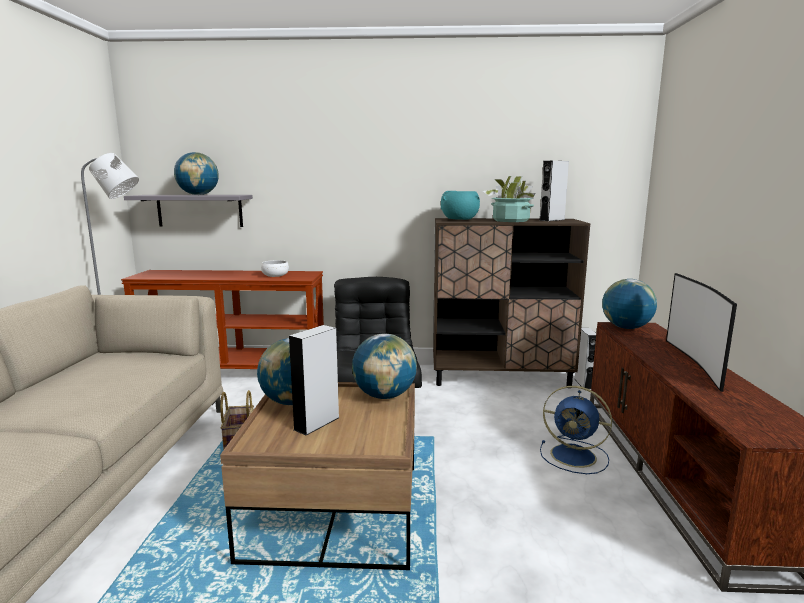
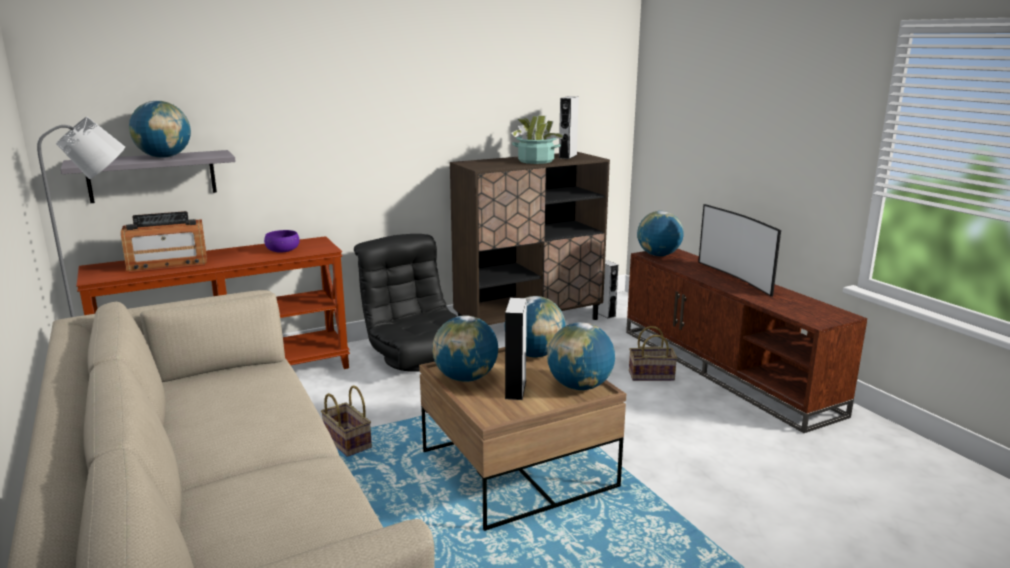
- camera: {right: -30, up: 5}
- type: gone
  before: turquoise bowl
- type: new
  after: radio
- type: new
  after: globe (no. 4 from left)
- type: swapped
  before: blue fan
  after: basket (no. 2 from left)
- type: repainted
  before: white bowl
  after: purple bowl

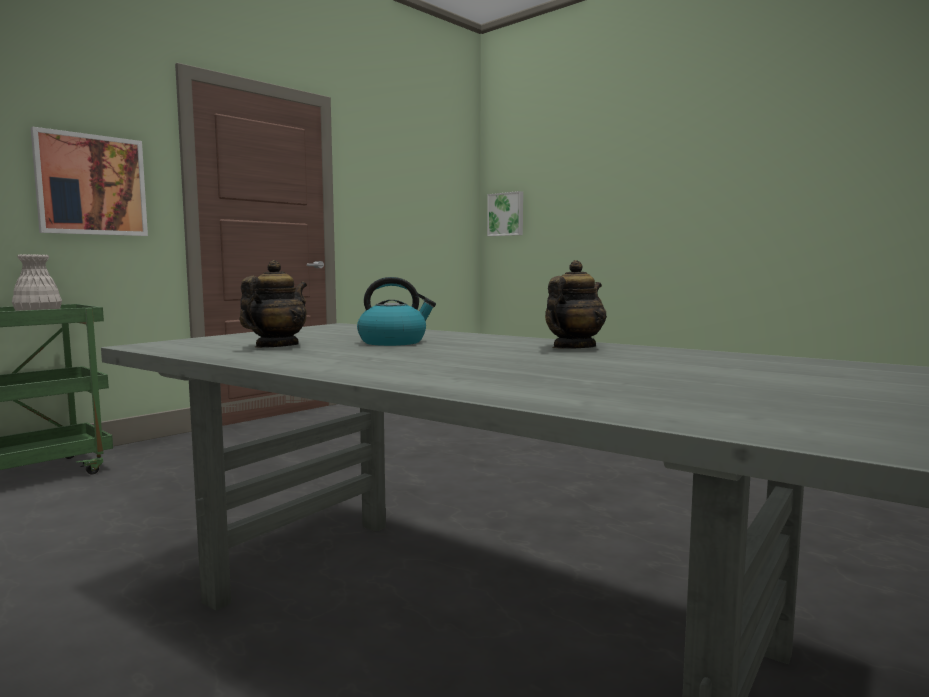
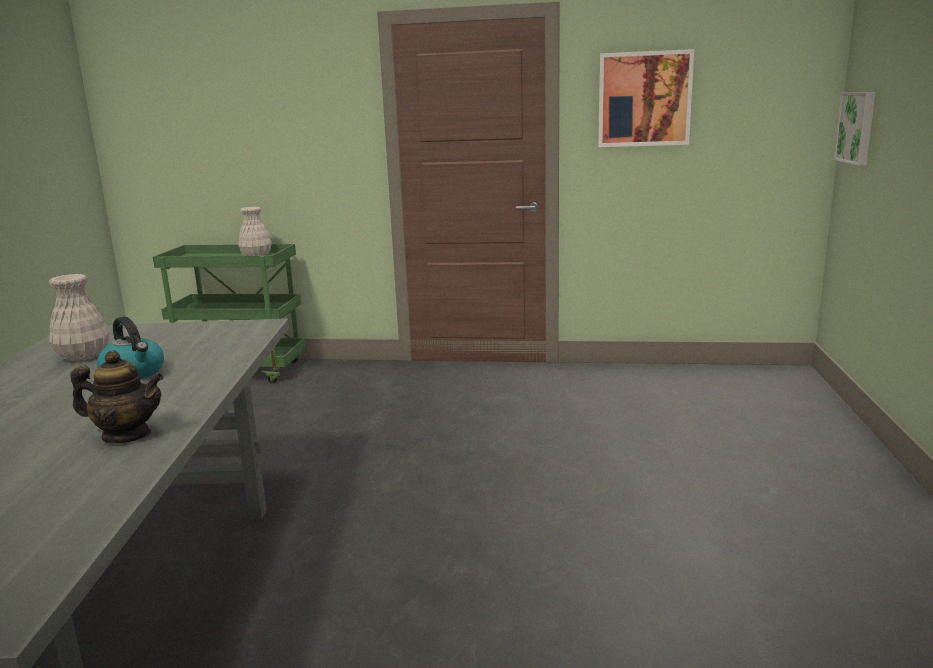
- camera: {right: 55, up: 10}
- type: shifted
  before: picture (no. 1 from left)
- type: swapped
  before: teapot (no. 1 from left)
  after: white vase (no. 1 from left)

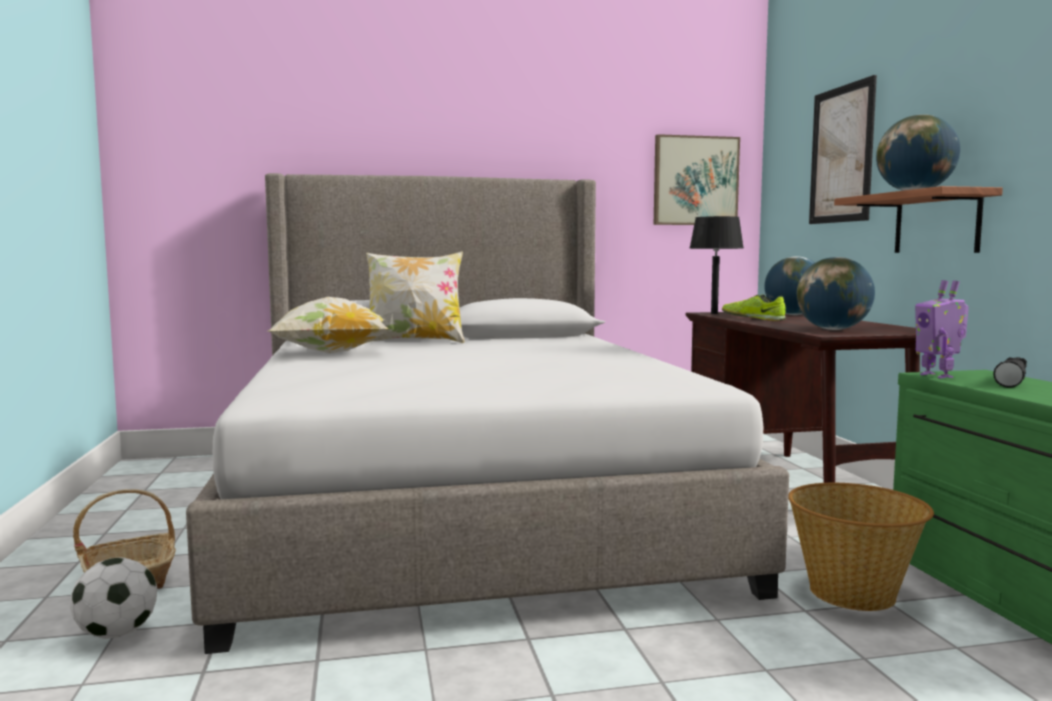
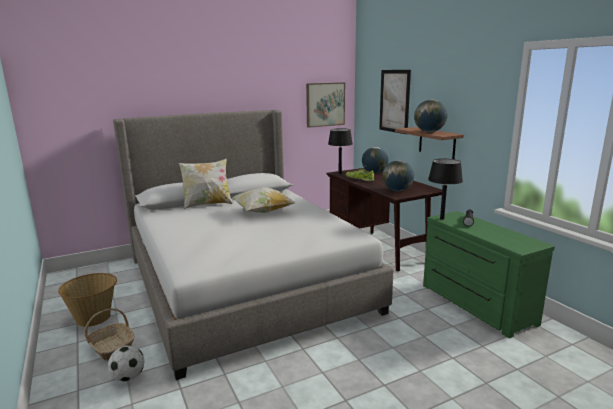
- camera: {right: -15, up: 10}
- type: shifted
  before: pillow (no. 1 from left in the first image)
  after: pillow (no. 2 from left)
- type: shifted
  before: basket (no. 2 from left in the first image)
  after: basket (no. 1 from left)
- type: swapped
  before: toy robot
  after: black table lamp (no. 2 from left)

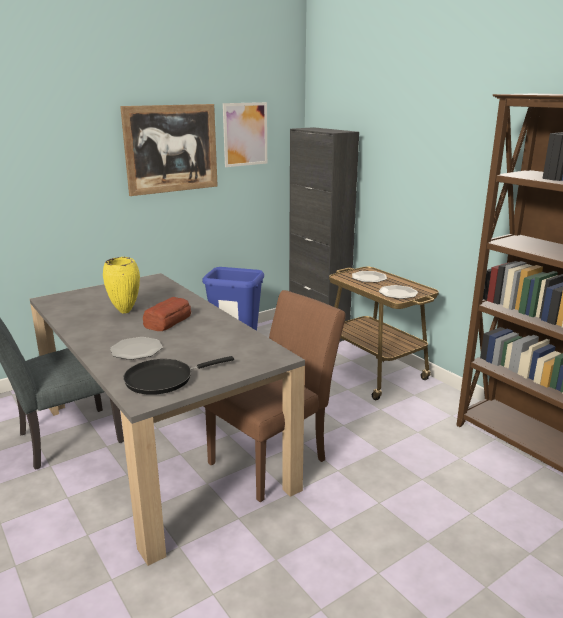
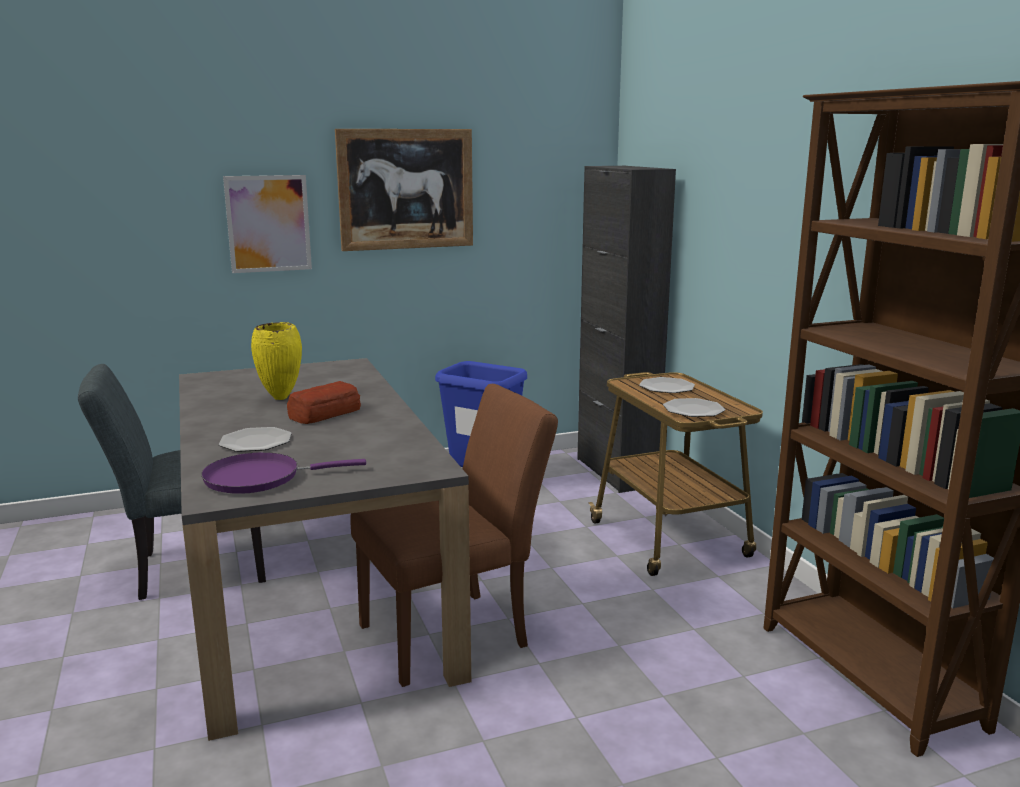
- camera: {right: 15, up: -5}
- type: shifted
  before: picture (no. 2 from left in the first image)
  after: picture (no. 1 from left)
- type: repainted
  before: black frying pan
  after: purple frying pan

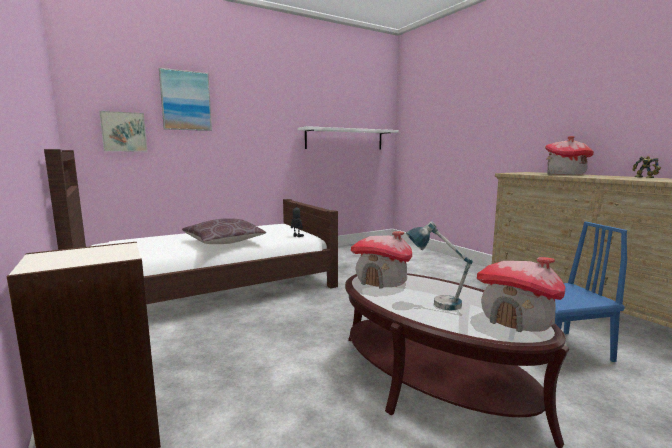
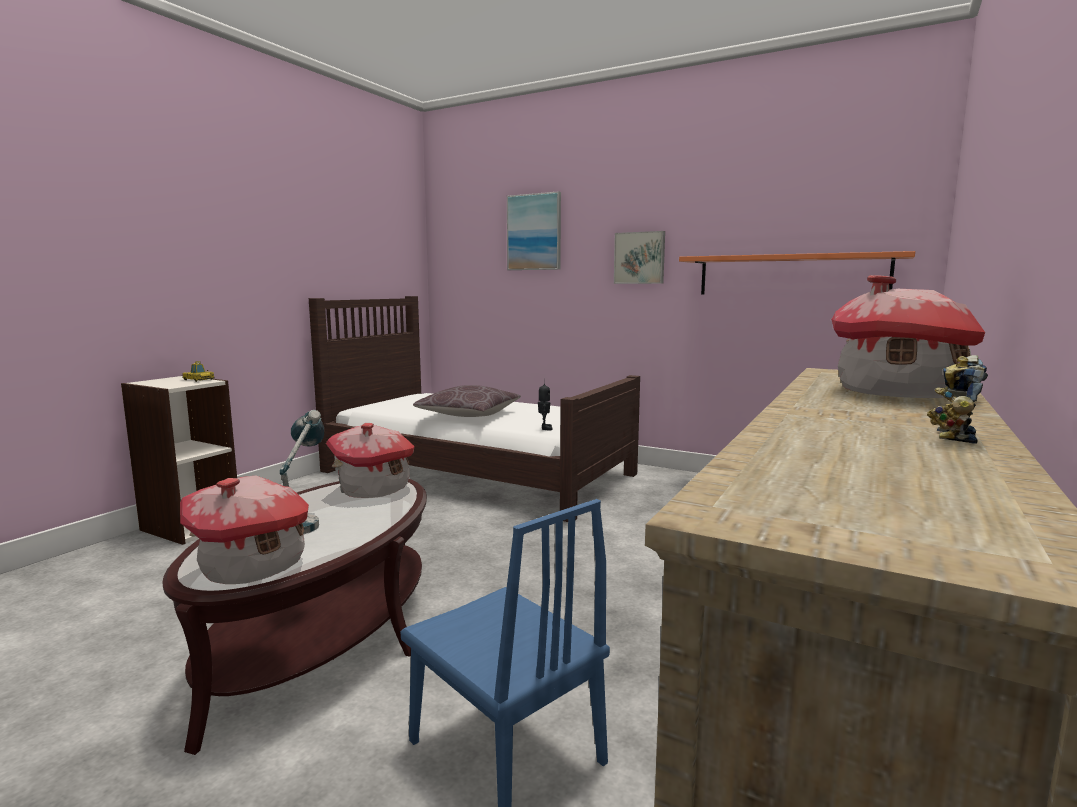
- camera: {right: 60, up: 0}
- type: new
  after: toy car
- type: shifted
  before: picture (no. 1 from left in the first image)
  after: picture (no. 2 from left)
- type: repainted
  before: white shelf
  after: orange shelf

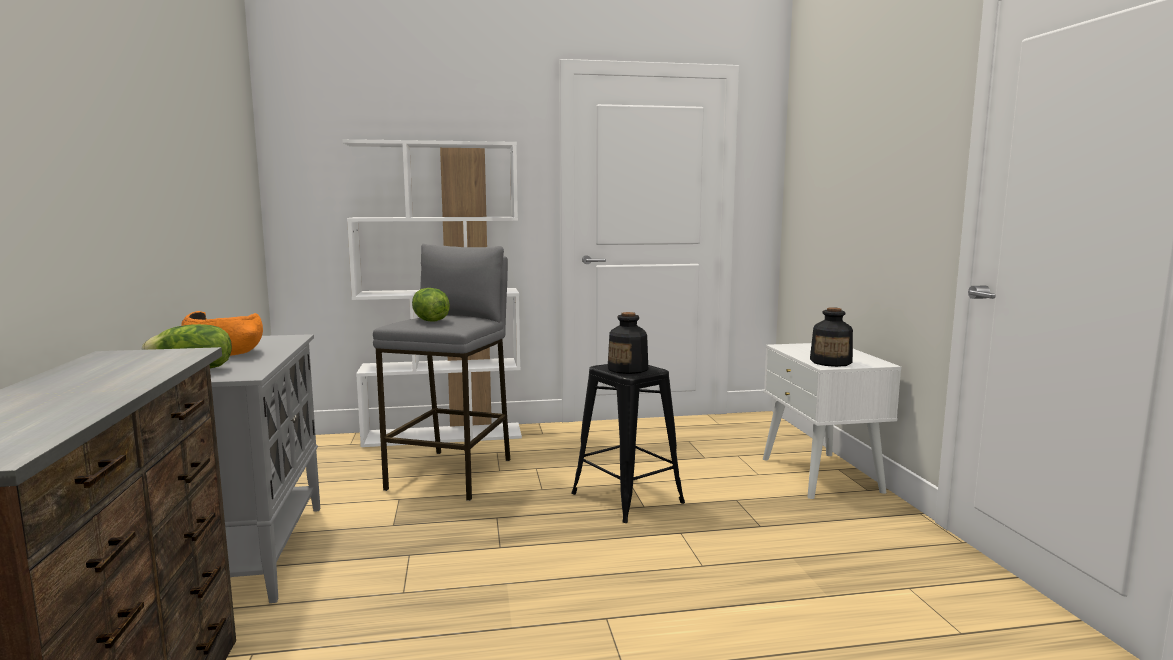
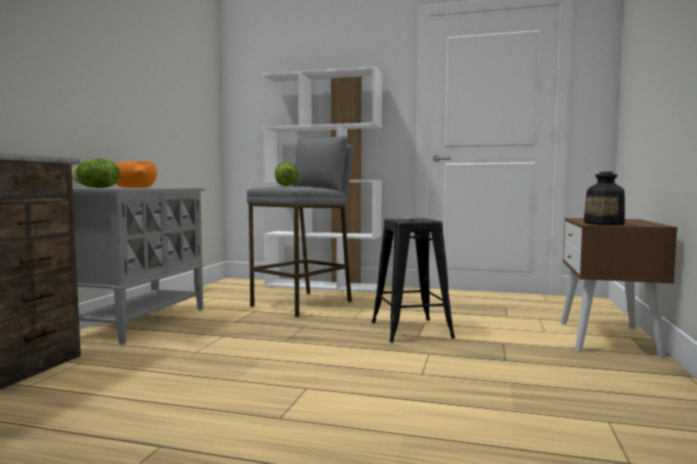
- camera: {right: 25, up: -5}
- type: gone
  before: bottle (no. 1 from left)
- type: repainted
  before: white nightstand
  after: brown nightstand

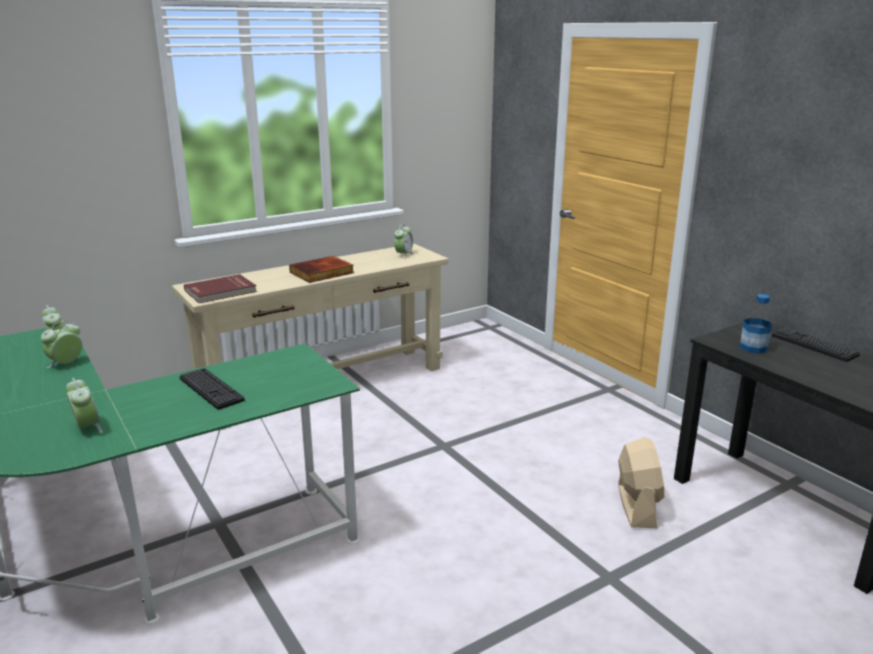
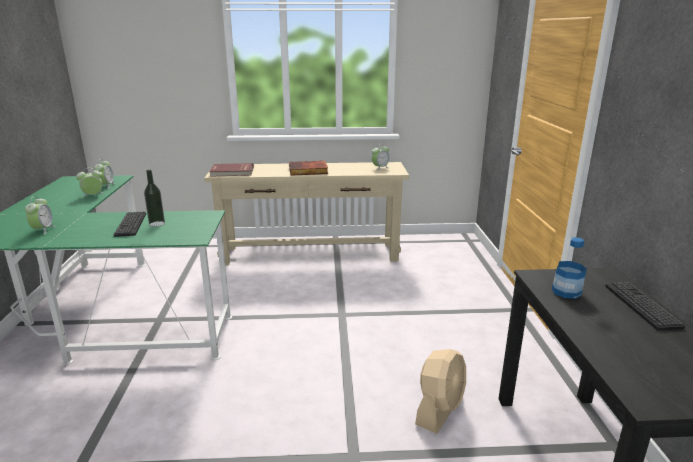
- camera: {right: 30, up: 0}
- type: new
  after: bottle (no. 1 from left)

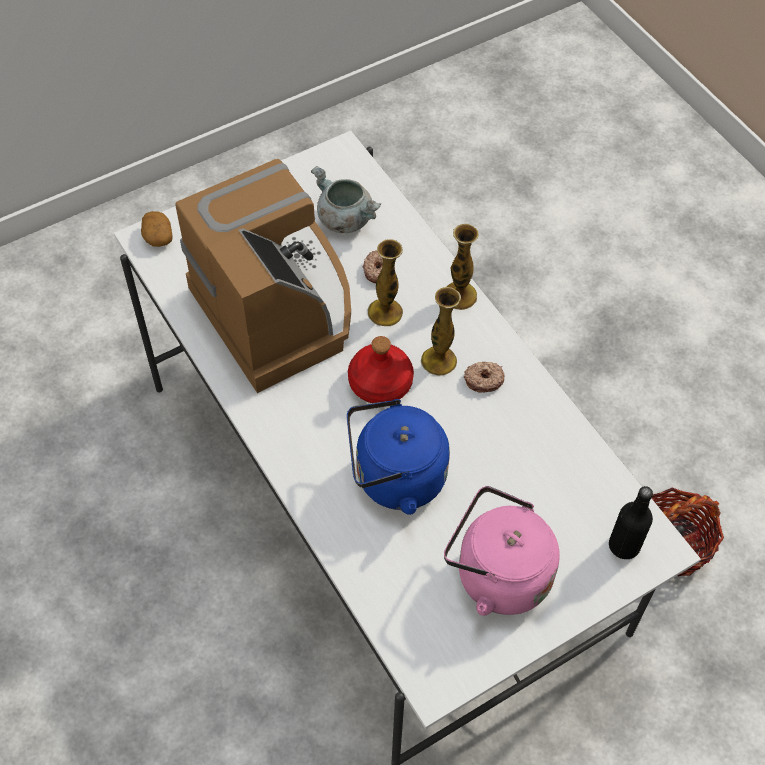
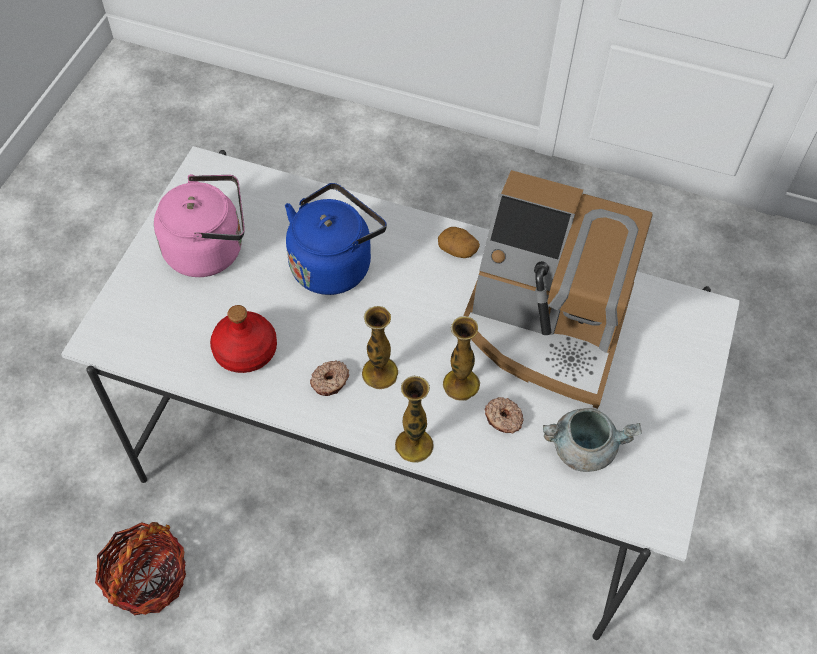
- camera: {right: 140, up: 0}
- type: gone
  before: black bottle
- type: shifted
  before: potato
- type: shifted
  before: red bottle

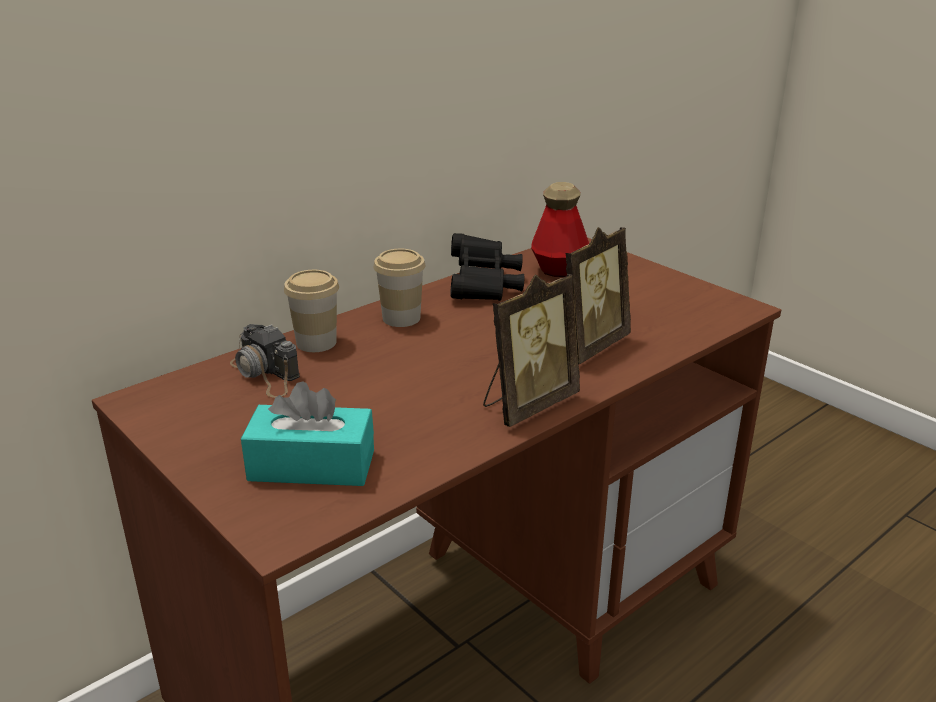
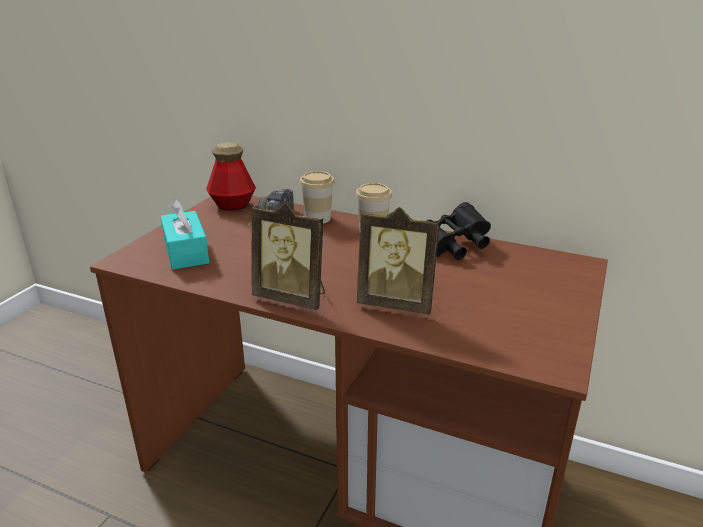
- camera: {right: 65, up: 0}
- type: shifted
  before: bottle

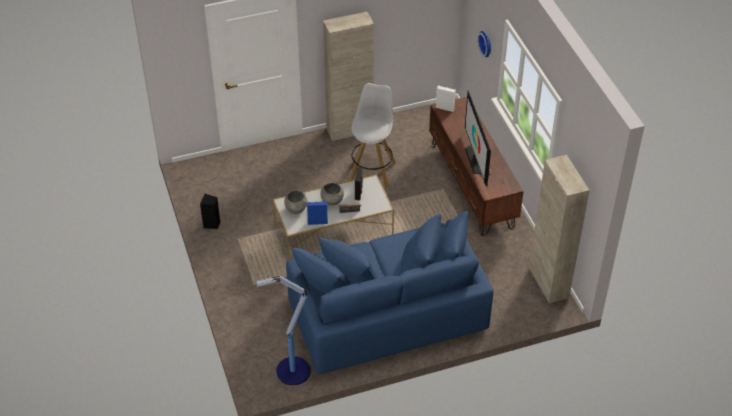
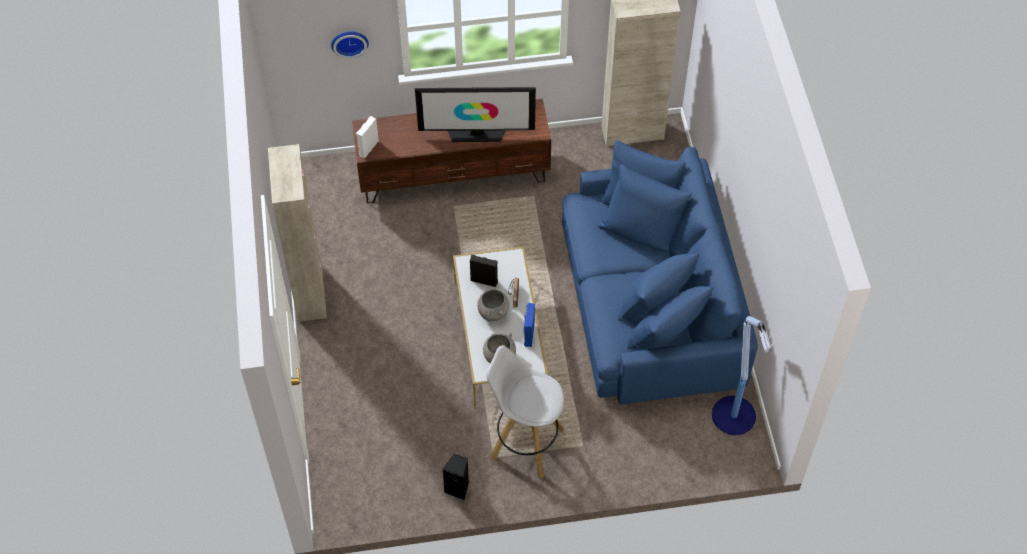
- camera: {right: -80, up: 10}
- type: shifted
  before: white stool

